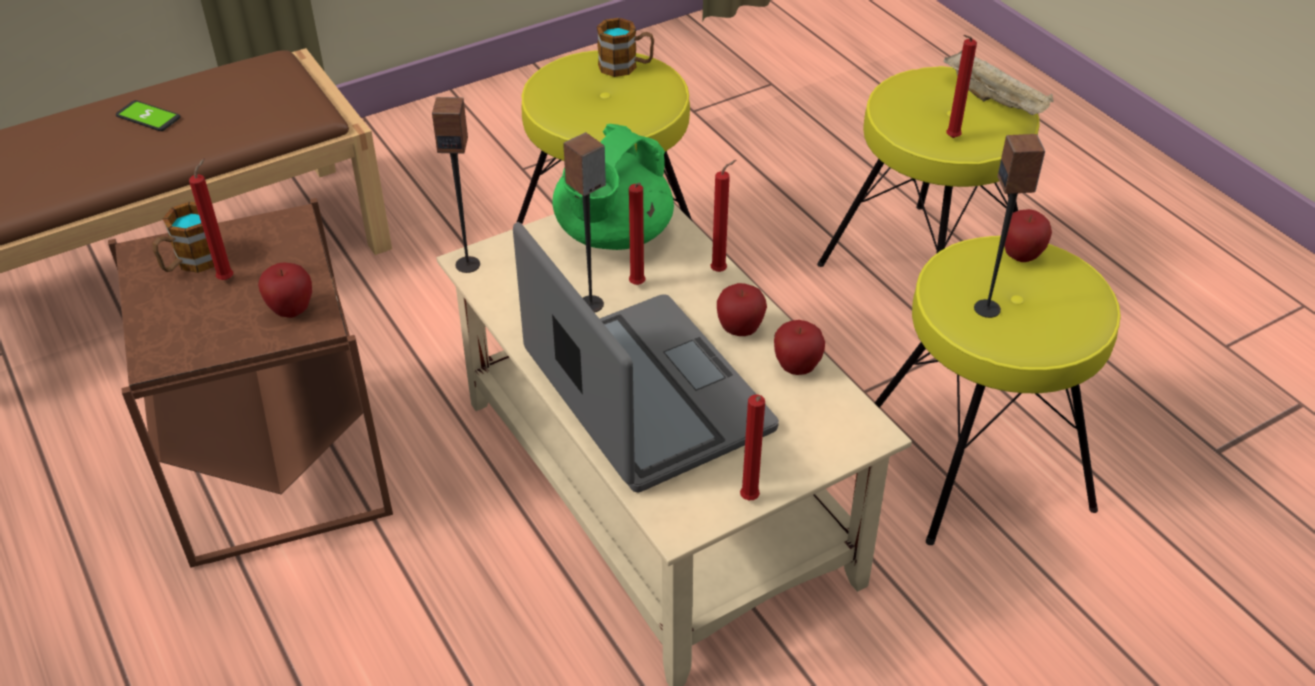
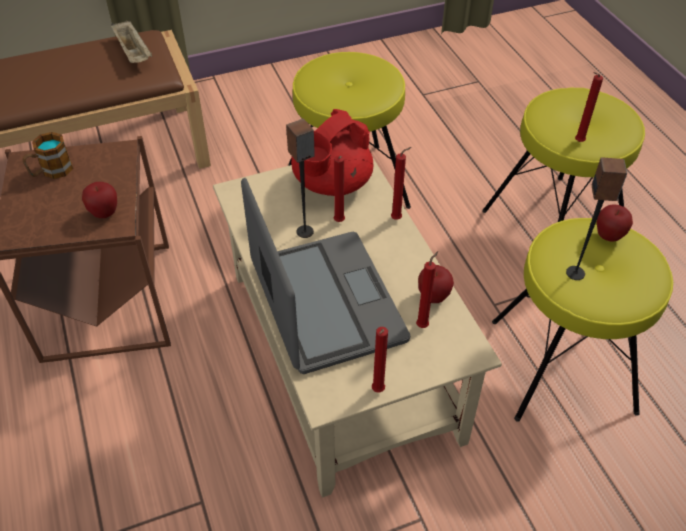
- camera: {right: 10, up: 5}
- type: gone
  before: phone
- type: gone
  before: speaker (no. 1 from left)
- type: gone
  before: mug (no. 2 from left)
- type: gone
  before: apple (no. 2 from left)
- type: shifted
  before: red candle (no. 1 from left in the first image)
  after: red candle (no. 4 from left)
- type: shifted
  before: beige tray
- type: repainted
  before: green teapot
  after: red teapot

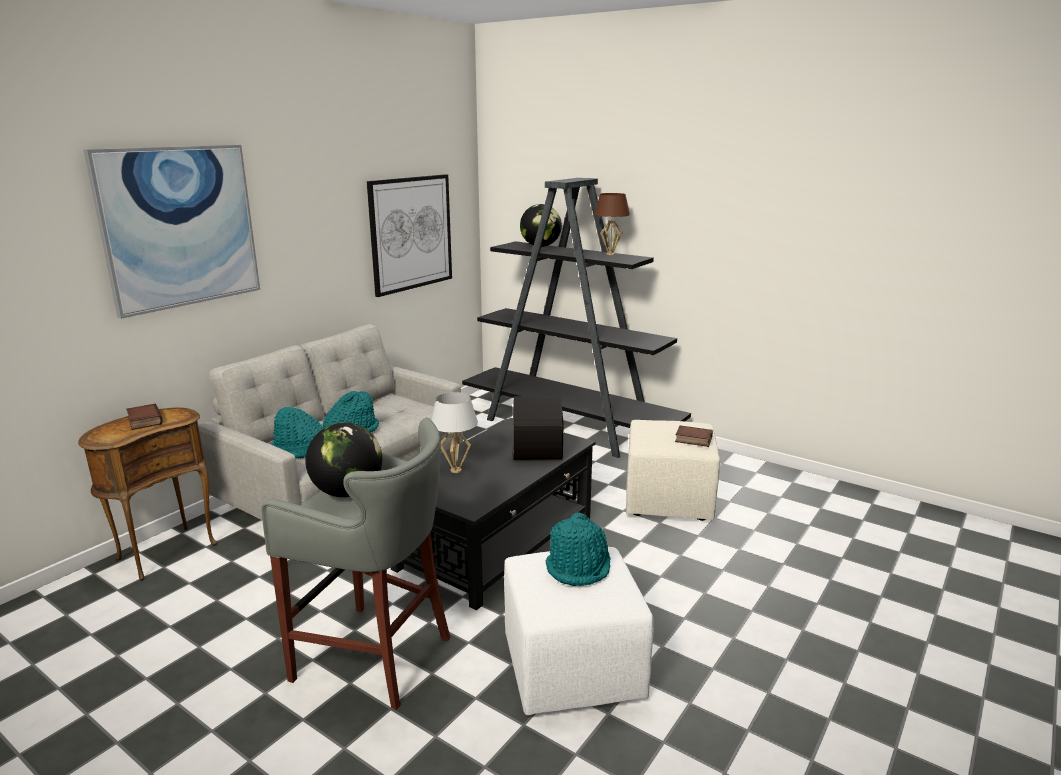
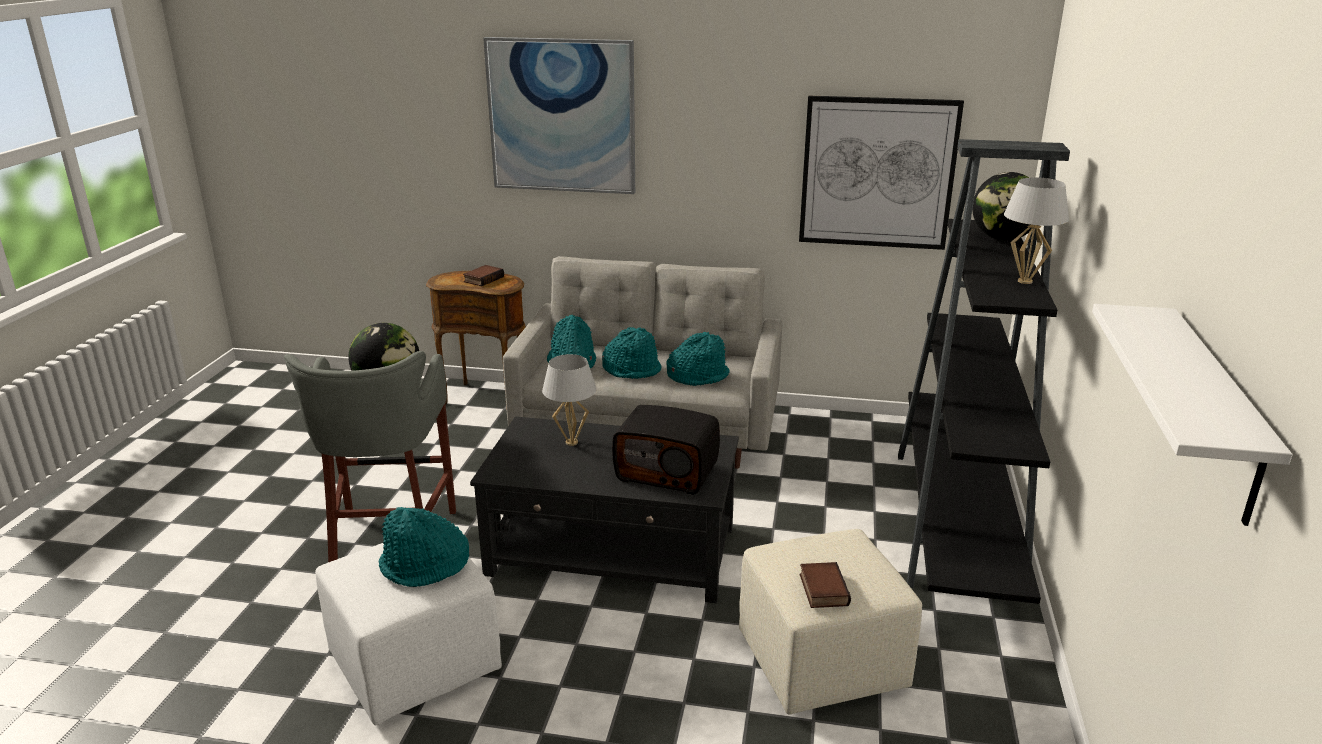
- camera: {right: 65, up: 5}
- type: new
  after: turquoise hat (no. 4 from left)
- type: new
  after: white shelf
- type: repainted
  before: brown table lamp
  after: white table lamp (no. 2 from left)
- type: rotated
  before: radio
  turn: 45

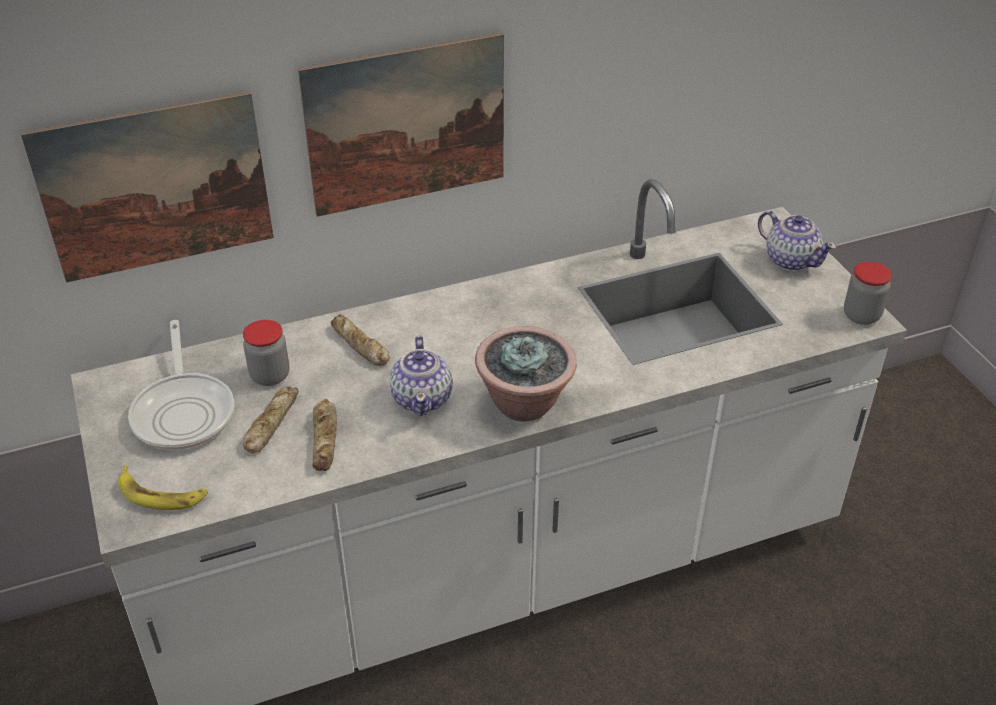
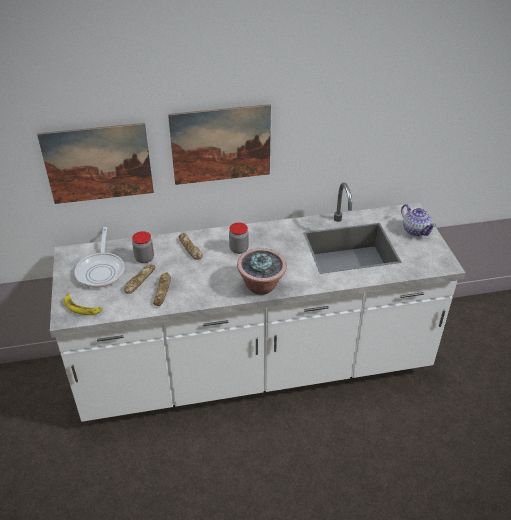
- camera: {right: 10, up: 0}
- type: gone
  before: teapot (no. 1 from left)
- type: shifted
  before: jar (no. 2 from left)

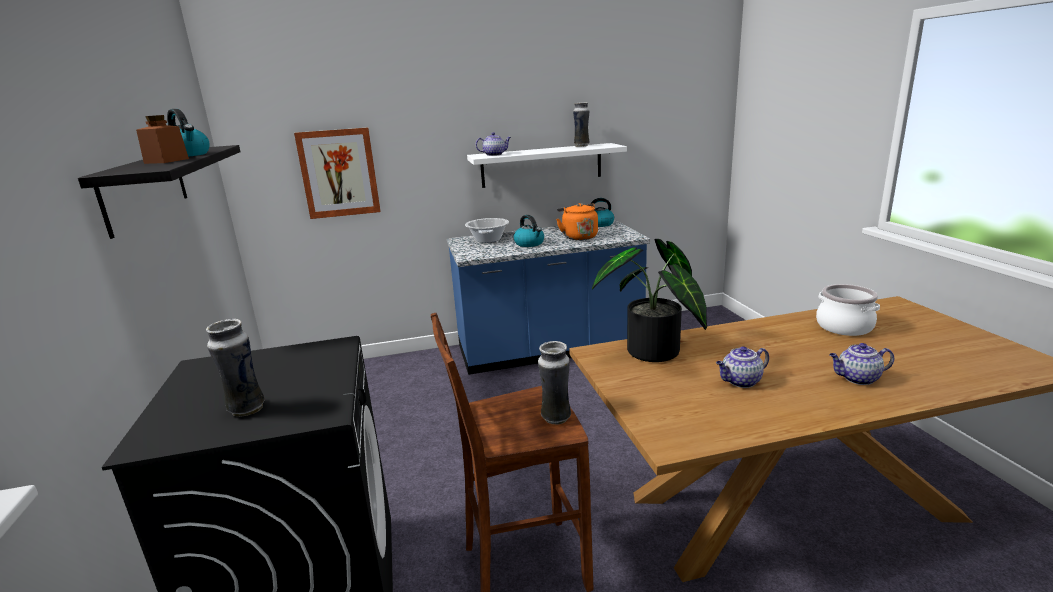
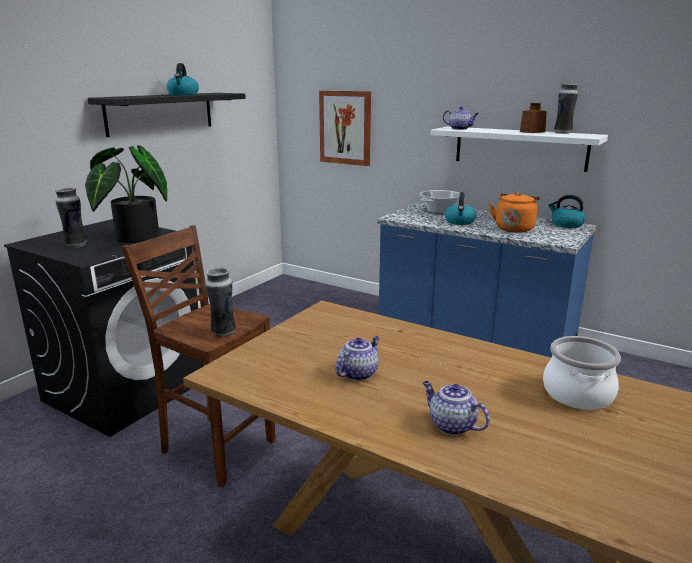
- camera: {right: 45, up: 0}
- type: shifted
  before: brown jar
- type: shifted
  before: potted plant
- type: rotated
  before: teapot (no. 2 from left in the first image)
  turn: 105

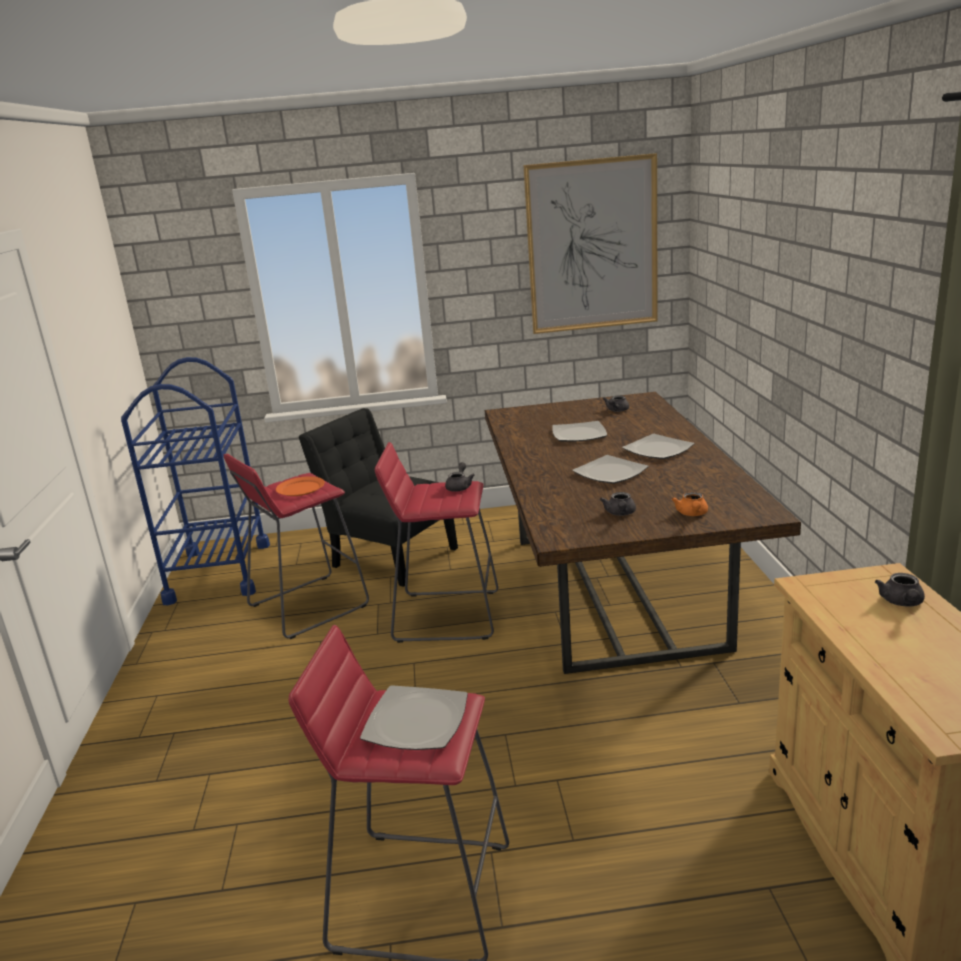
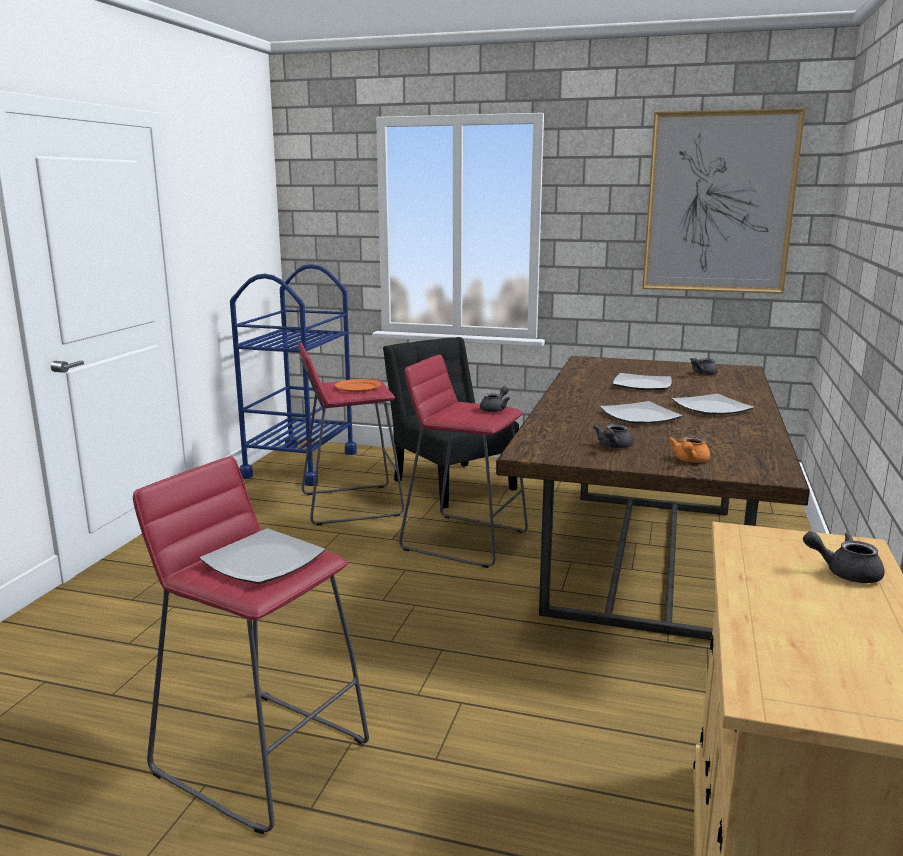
- camera: {right: 20, up: -5}
- type: rotated
  before: grey teapot (no. 4 from left)
  turn: 75

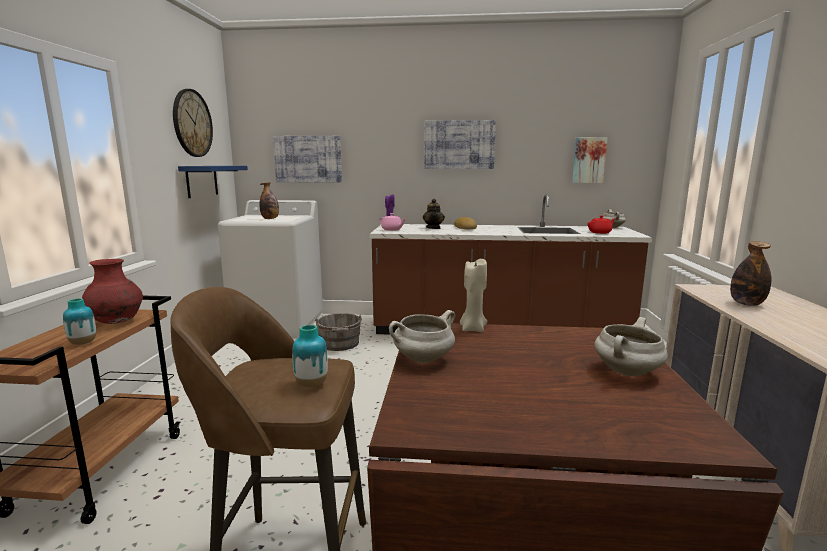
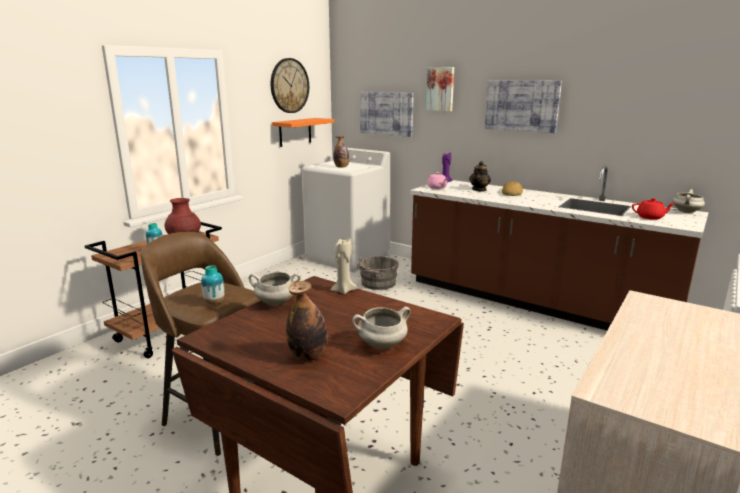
- camera: {right: 30, up: 5}
- type: shifted
  before: picture (no. 3 from left in the first image)
  after: picture (no. 2 from left)
- type: shifted
  before: bottle (no. 2 from left in the first image)
  after: bottle (no. 1 from left)
- type: repainted
  before: blue shelf
  after: orange shelf

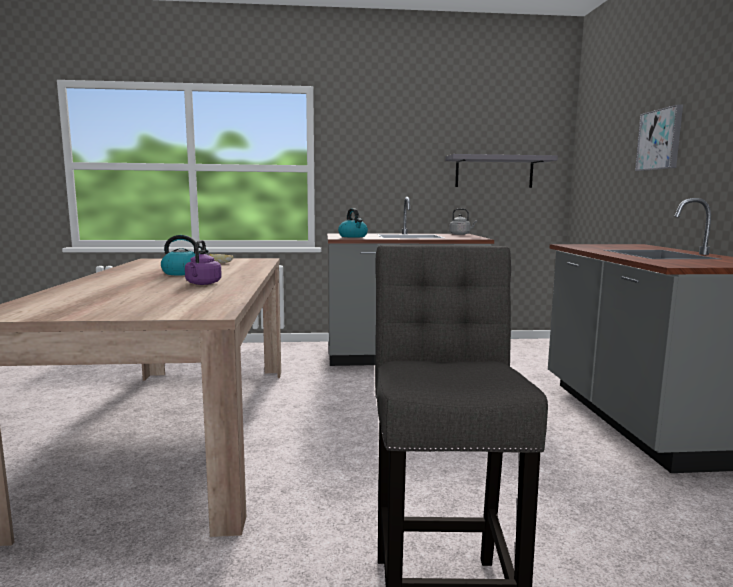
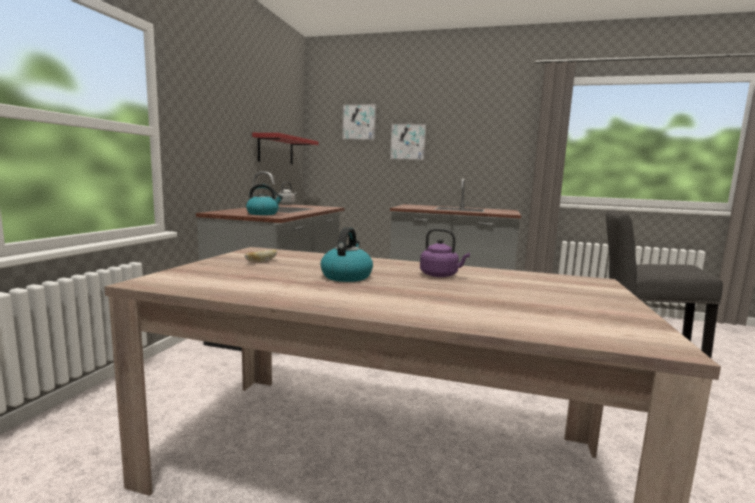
- camera: {right: -70, up: 0}
- type: new
  after: picture (no. 1 from left)
- type: repainted
  before: grey shelf
  after: red shelf

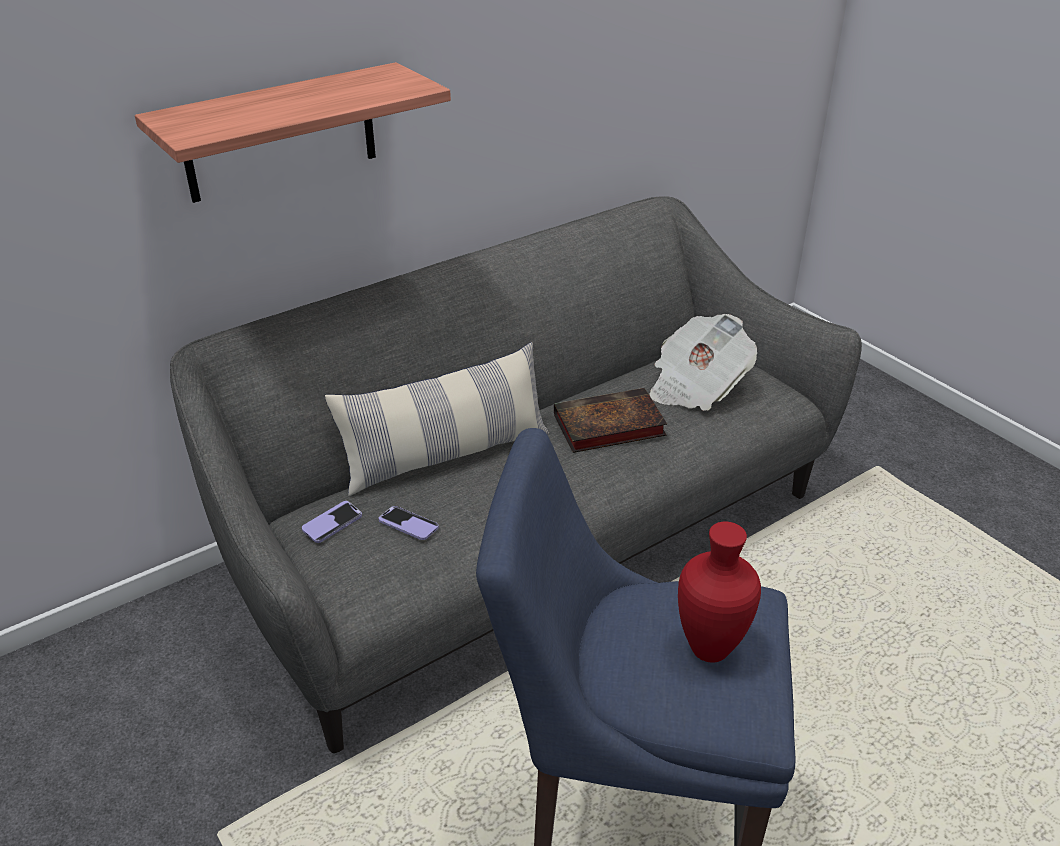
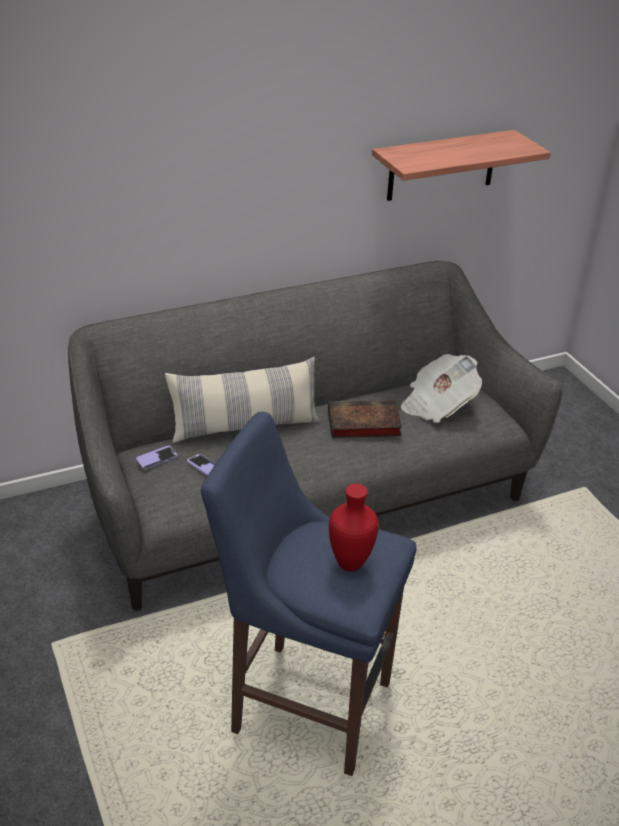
- camera: {right: 10, up: 0}
- type: shifted
  before: shelf

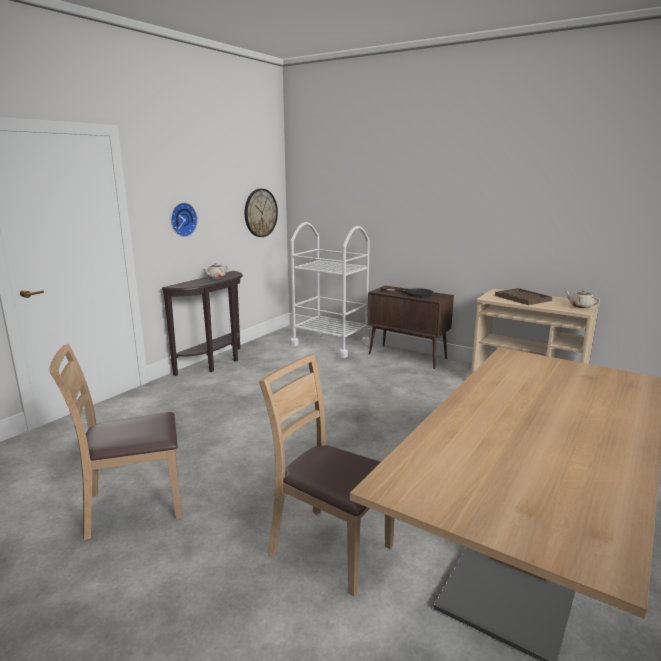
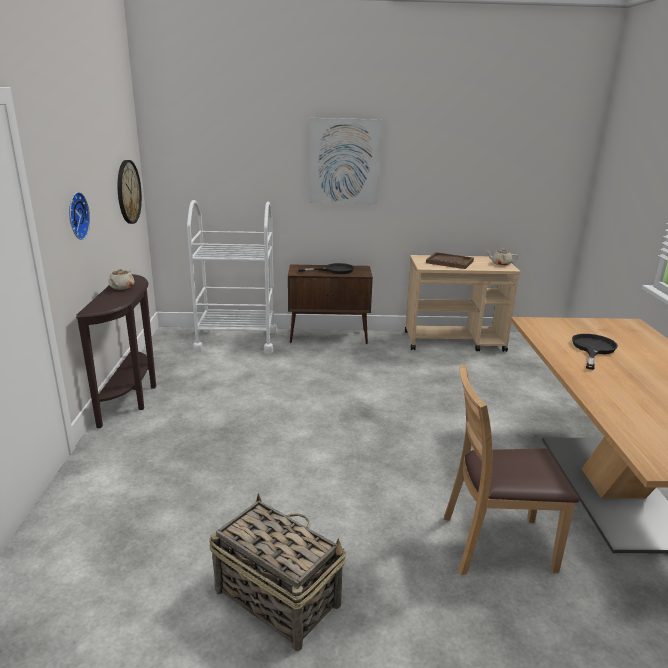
- camera: {right: -35, up: 5}
- type: new
  after: picture
- type: new
  after: black frying pan (no. 2 from left)
- type: swapped
  before: brown chair (no. 1 from left)
  after: basket

